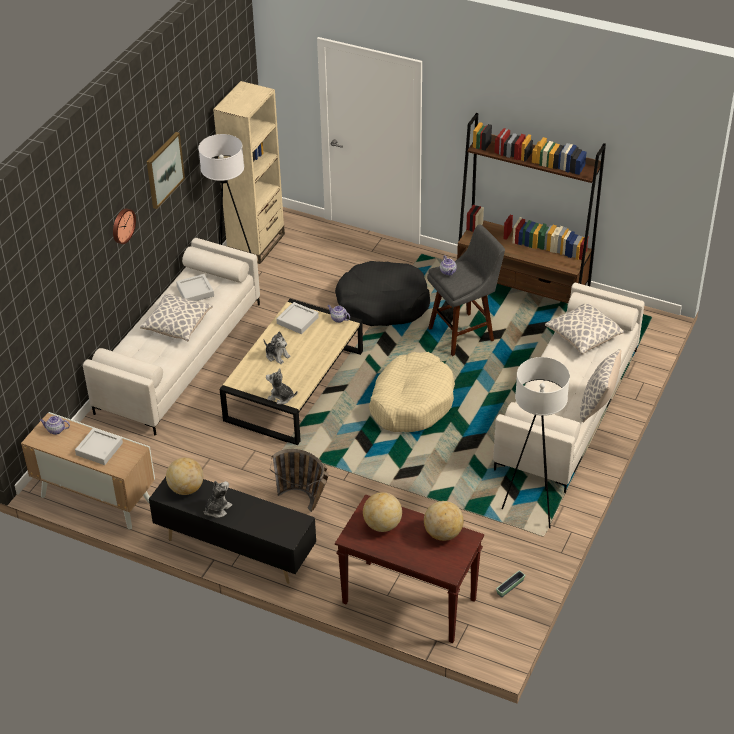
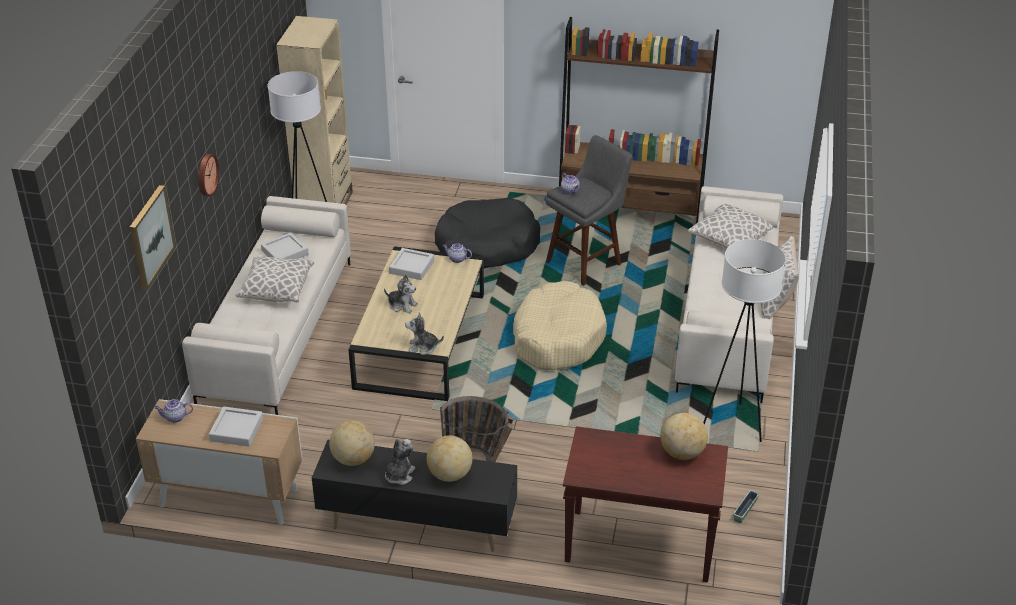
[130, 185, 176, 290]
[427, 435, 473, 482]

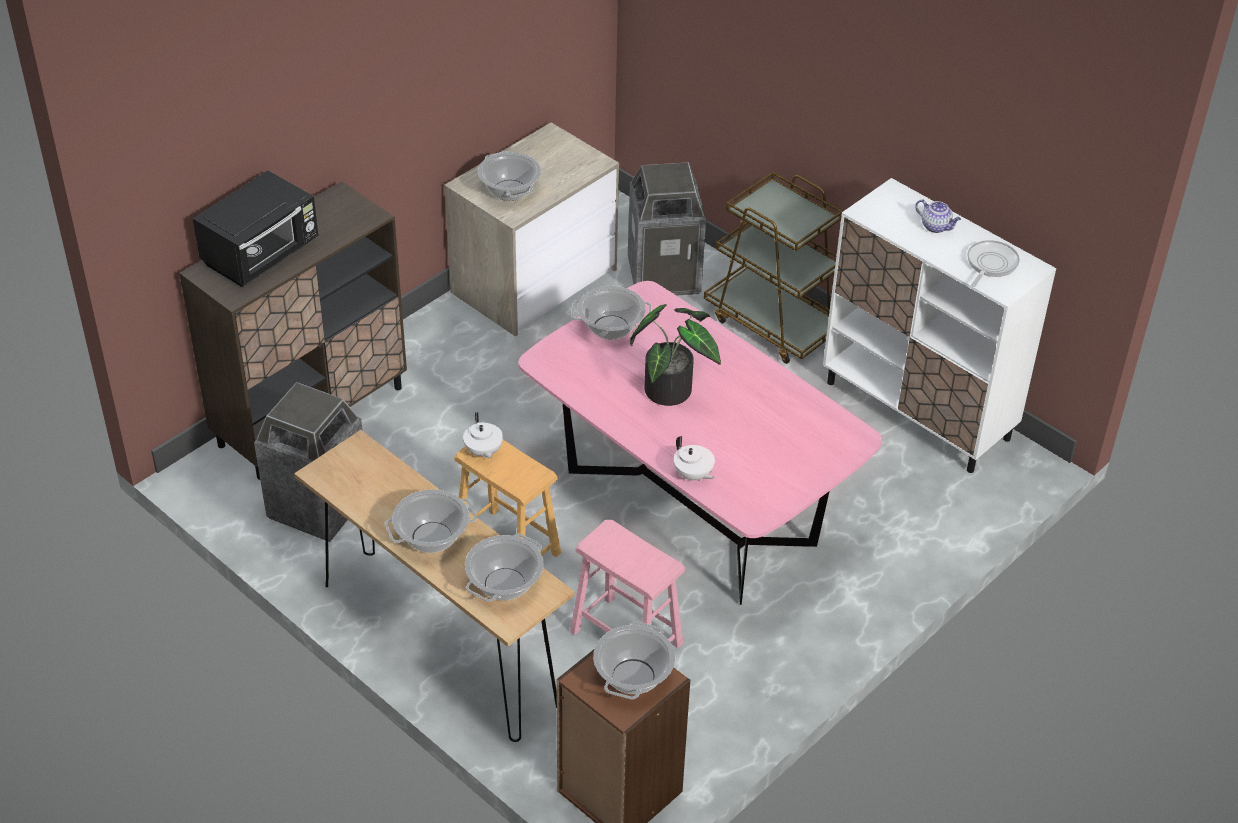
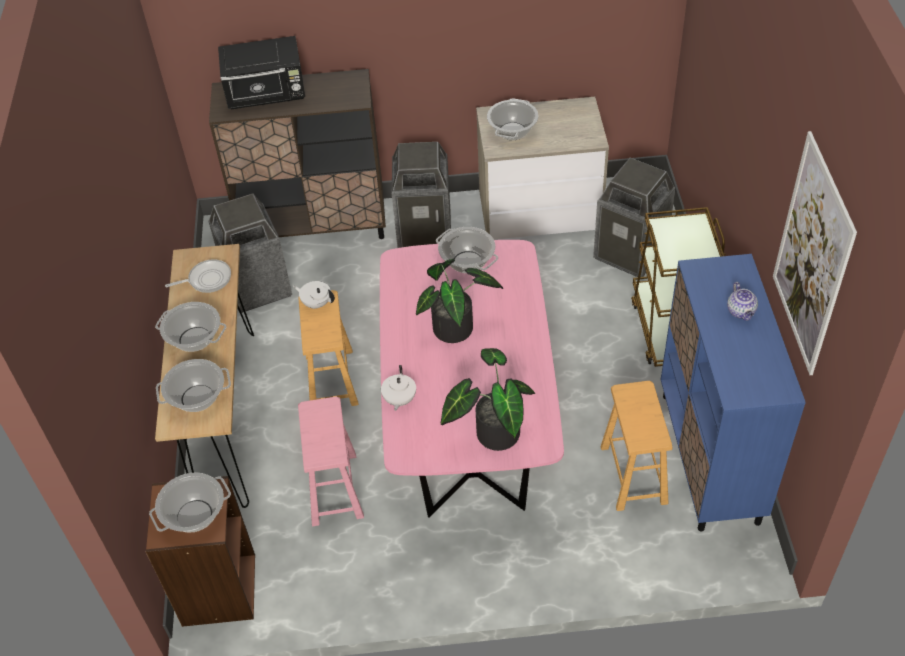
[661, 254, 806, 531]
[165, 259, 231, 293]
[293, 281, 335, 309]
[773, 131, 857, 375]
[392, 142, 451, 248]
[441, 348, 535, 451]
[601, 381, 672, 511]

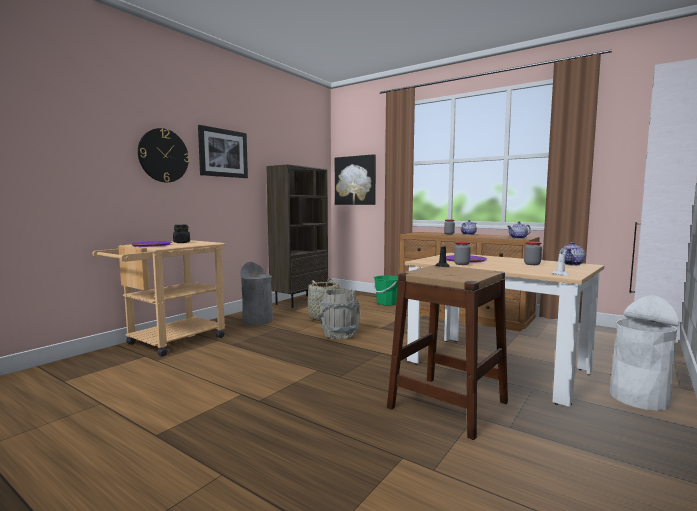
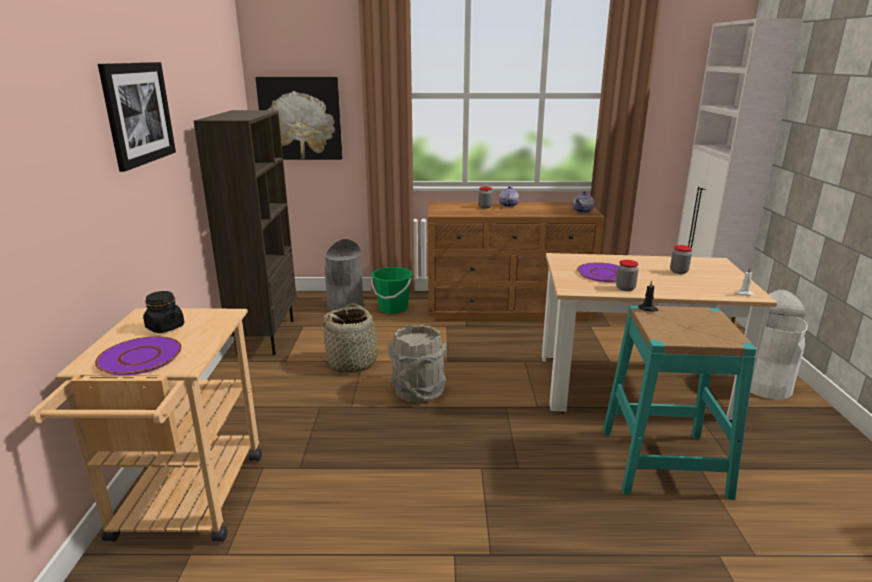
[138, 128, 189, 182] (first image)
[559, 242, 585, 266] (first image)
[325, 239, 364, 311]
[603, 306, 757, 500]

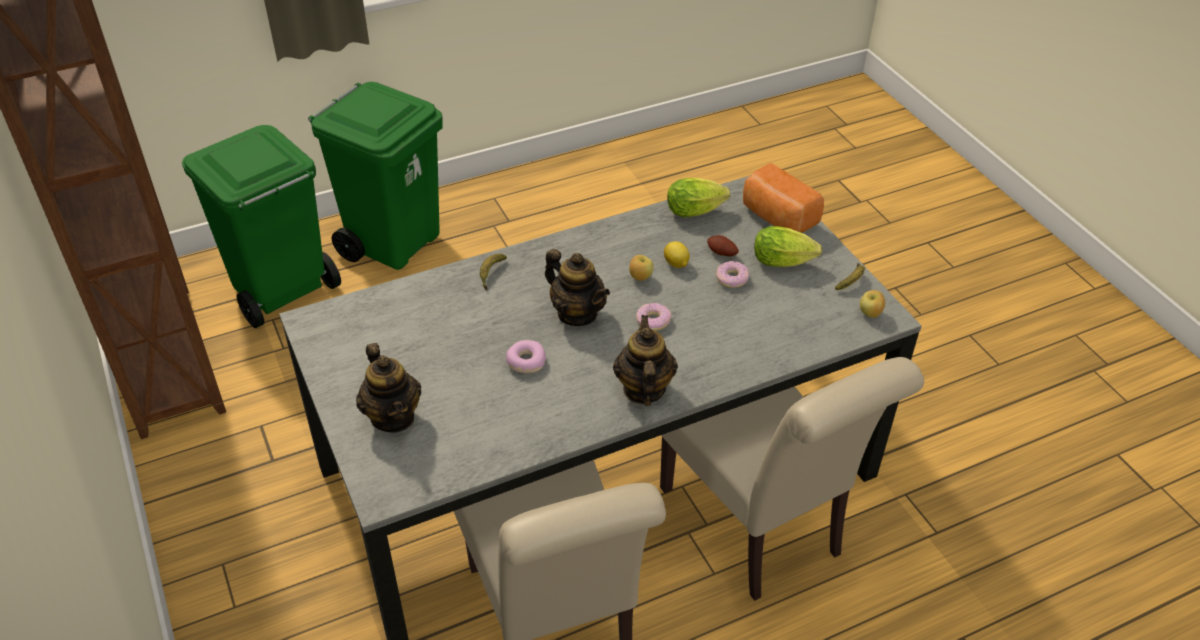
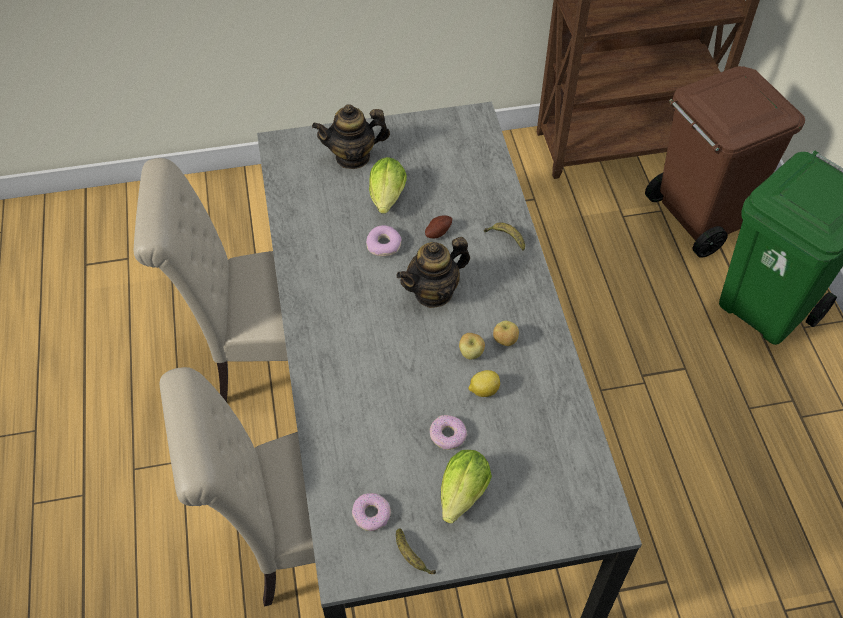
[645, 66, 805, 258]
[743, 163, 824, 233] (first image)
[369, 157, 407, 214]
[425, 216, 452, 238]
[493, 321, 519, 346]
[352, 493, 391, 531]
[613, 315, 678, 406] (first image)

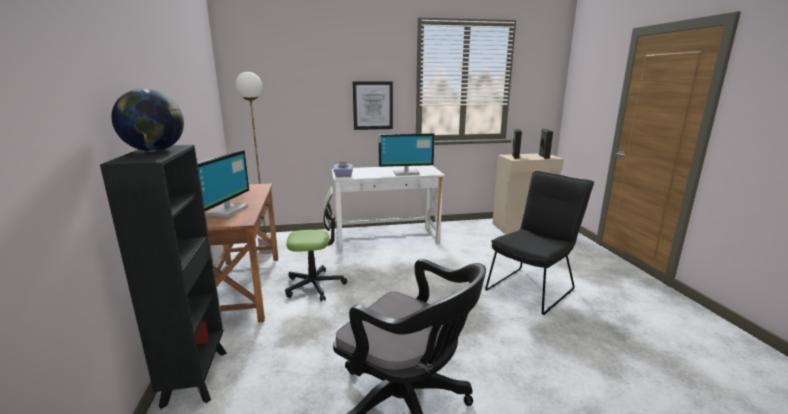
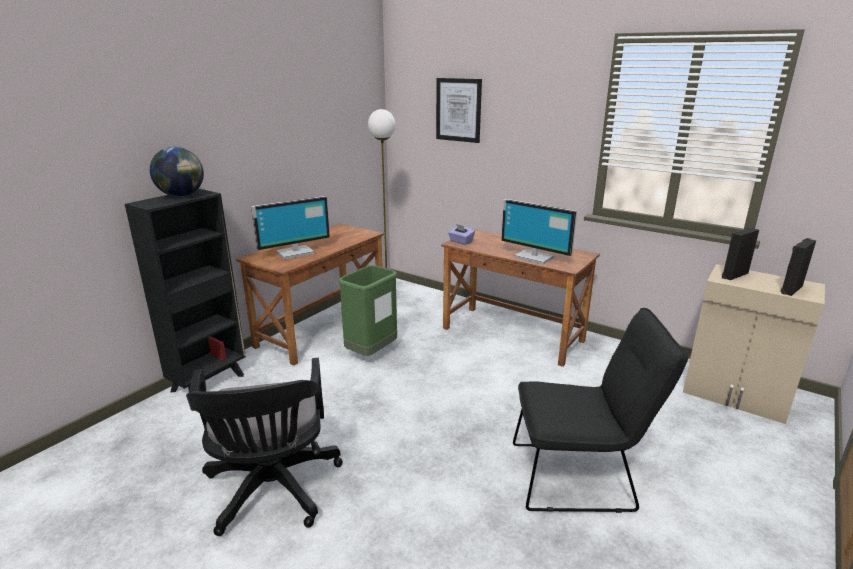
[436, 78, 482, 143]
[441, 229, 600, 367]
[338, 265, 397, 356]

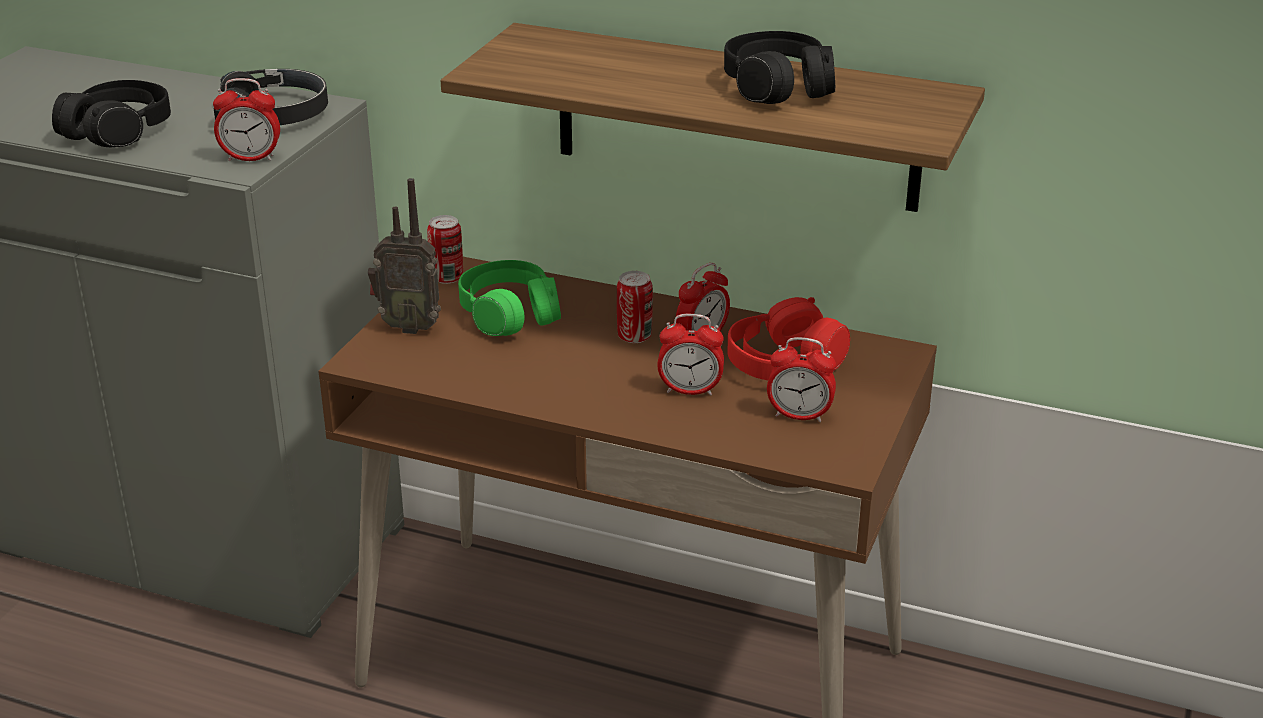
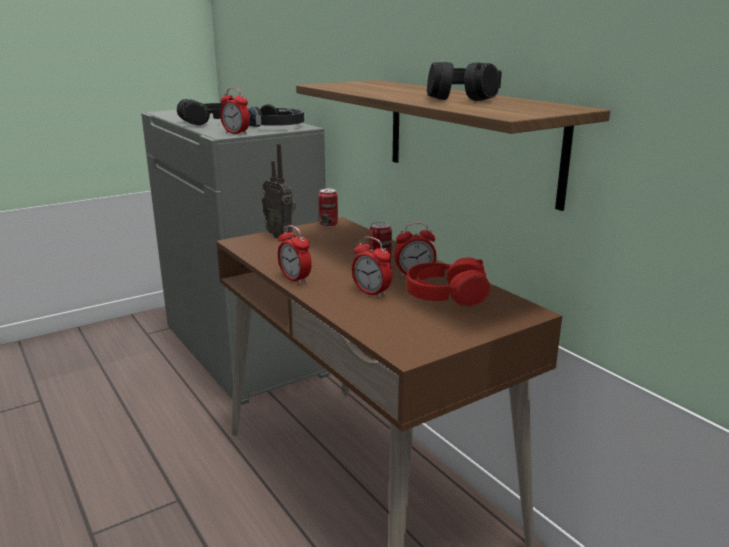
[458, 260, 561, 336] (first image)
[278, 225, 312, 284]

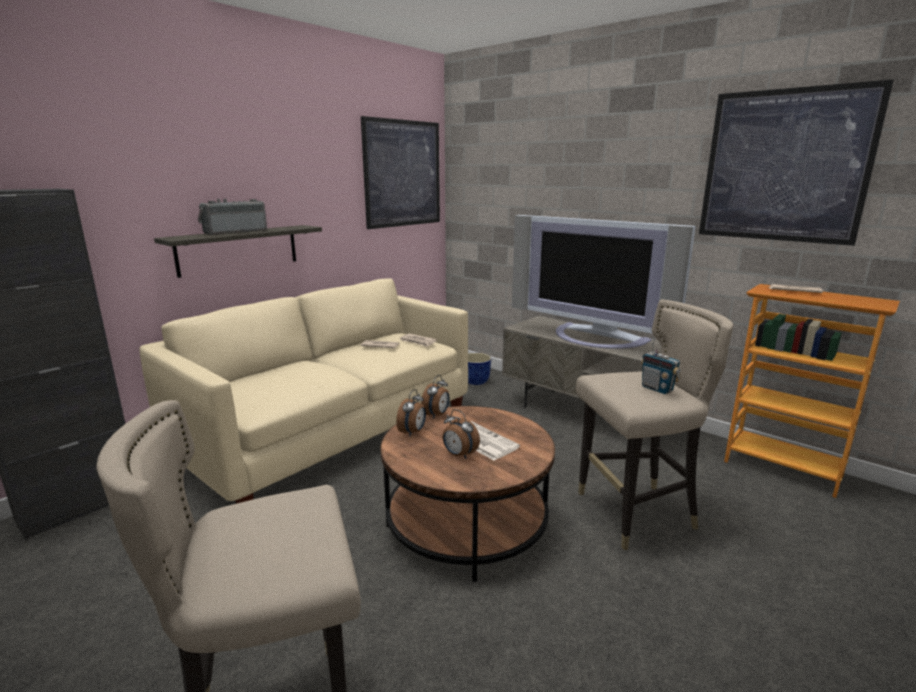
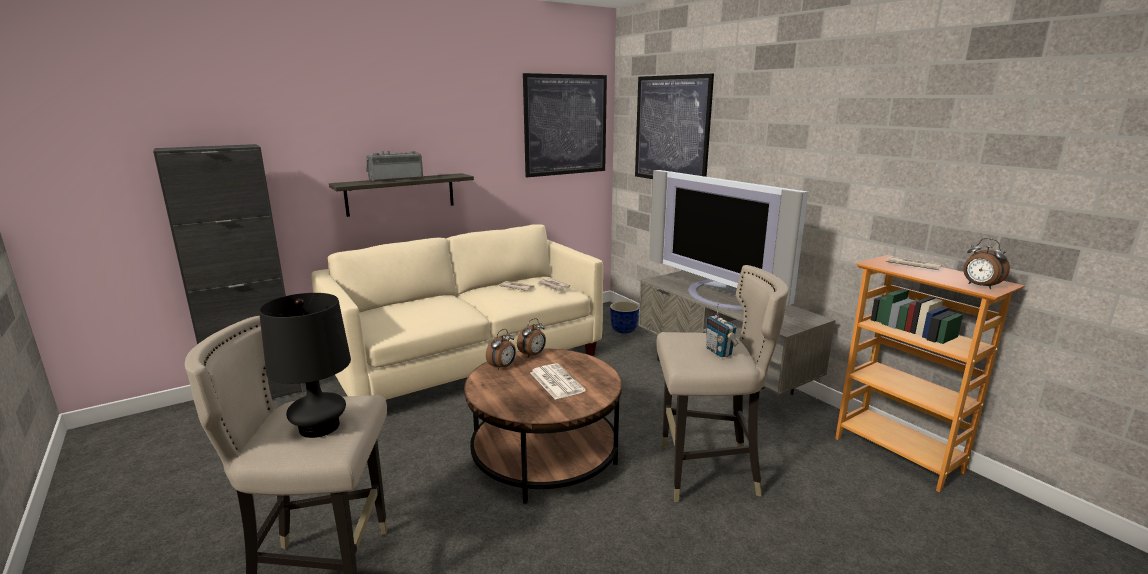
[635, 74, 714, 179]
[963, 238, 1010, 289]
[259, 293, 351, 438]

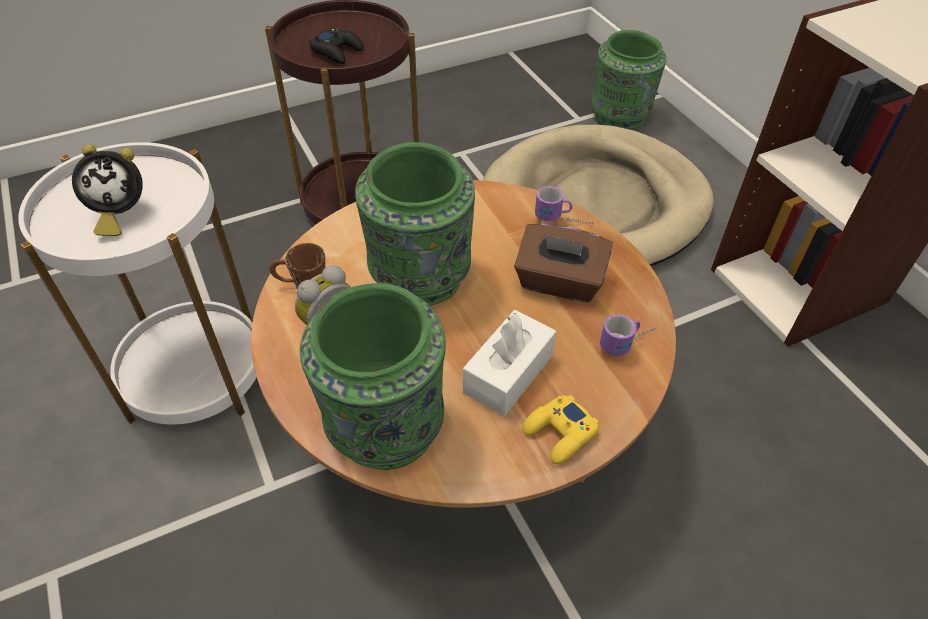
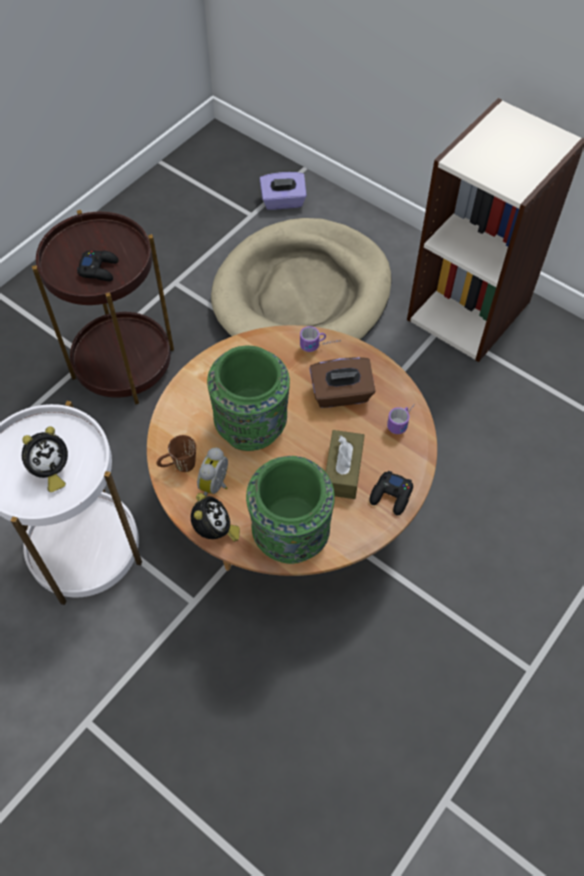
[260, 172, 307, 210]
[325, 430, 365, 499]
[370, 471, 413, 516]
[191, 493, 240, 542]

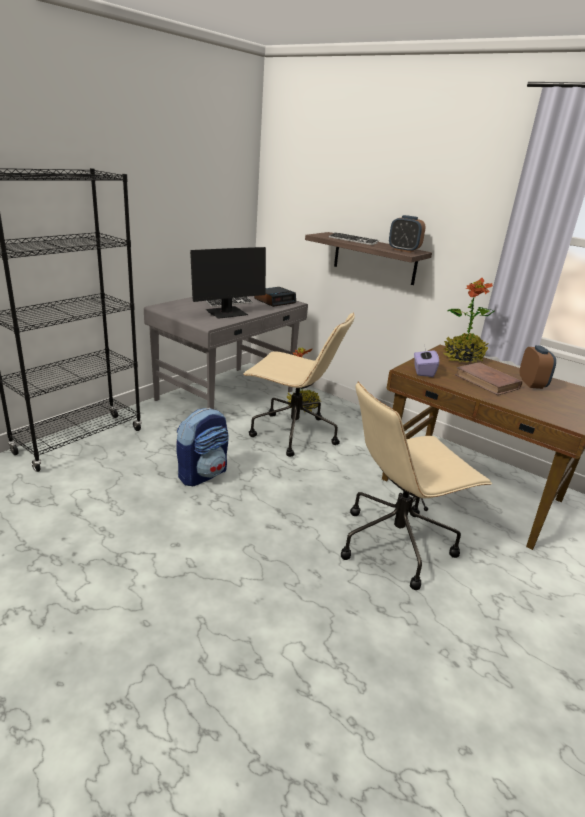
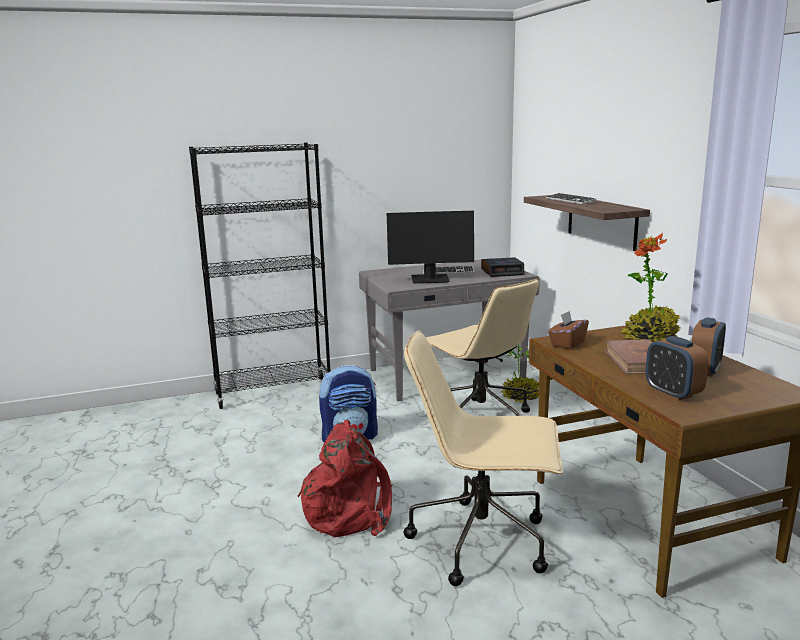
[646, 336, 708, 401]
[548, 311, 589, 349]
[298, 420, 393, 537]

